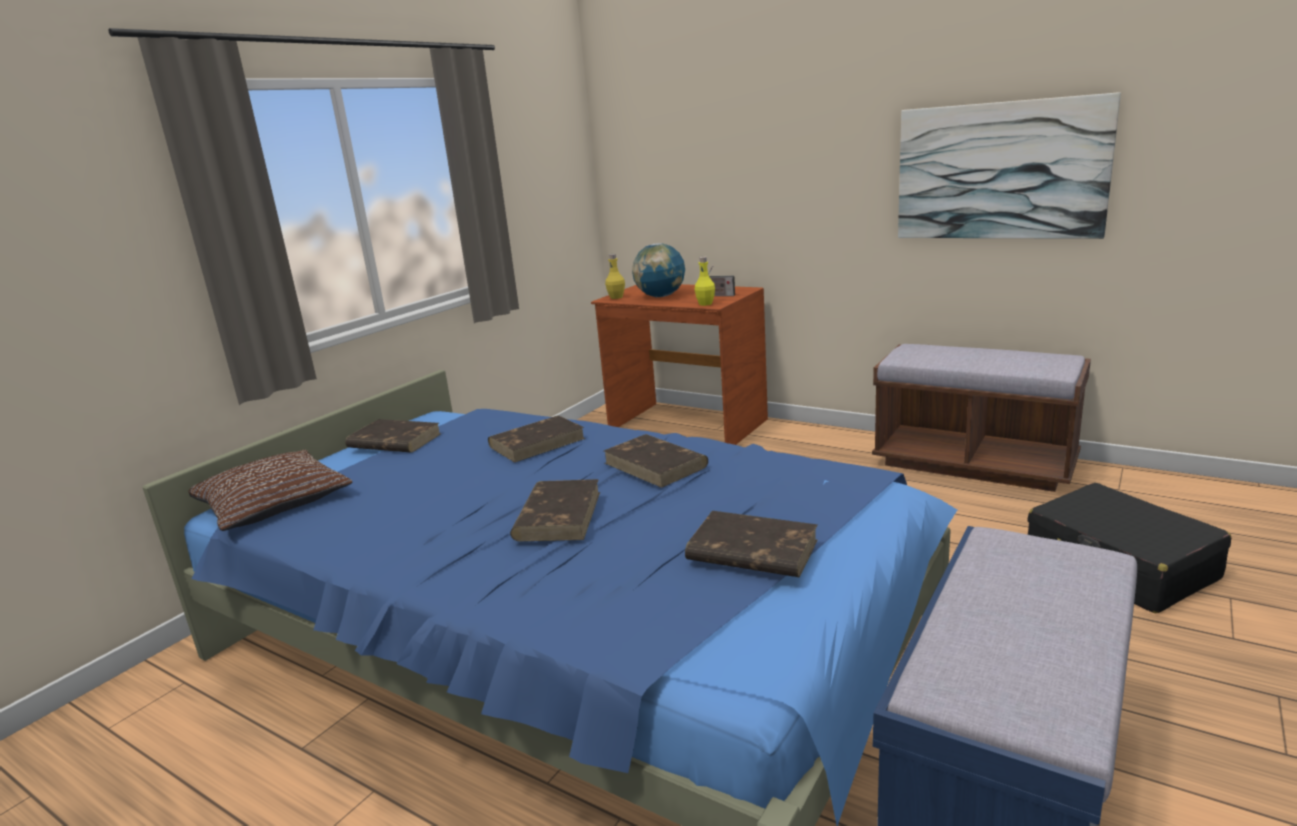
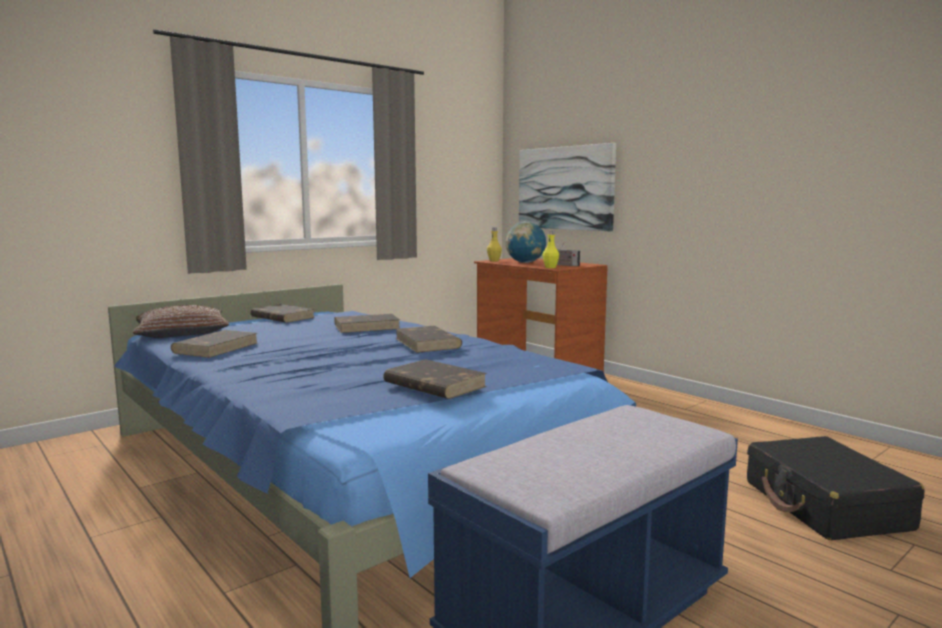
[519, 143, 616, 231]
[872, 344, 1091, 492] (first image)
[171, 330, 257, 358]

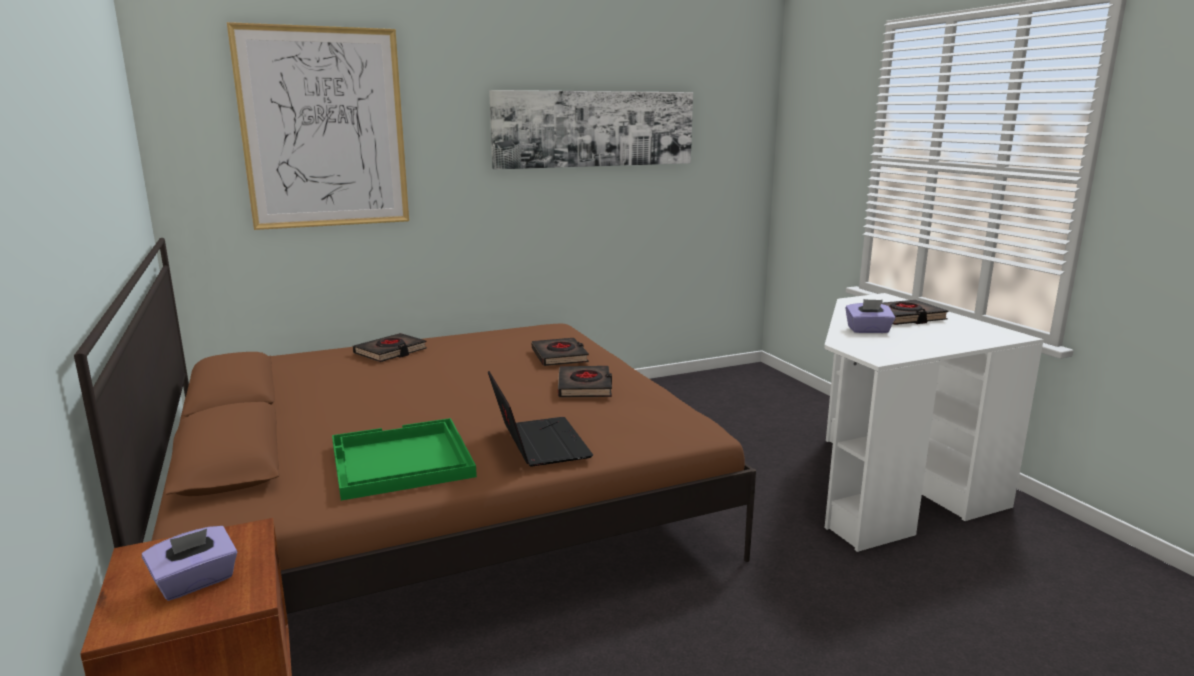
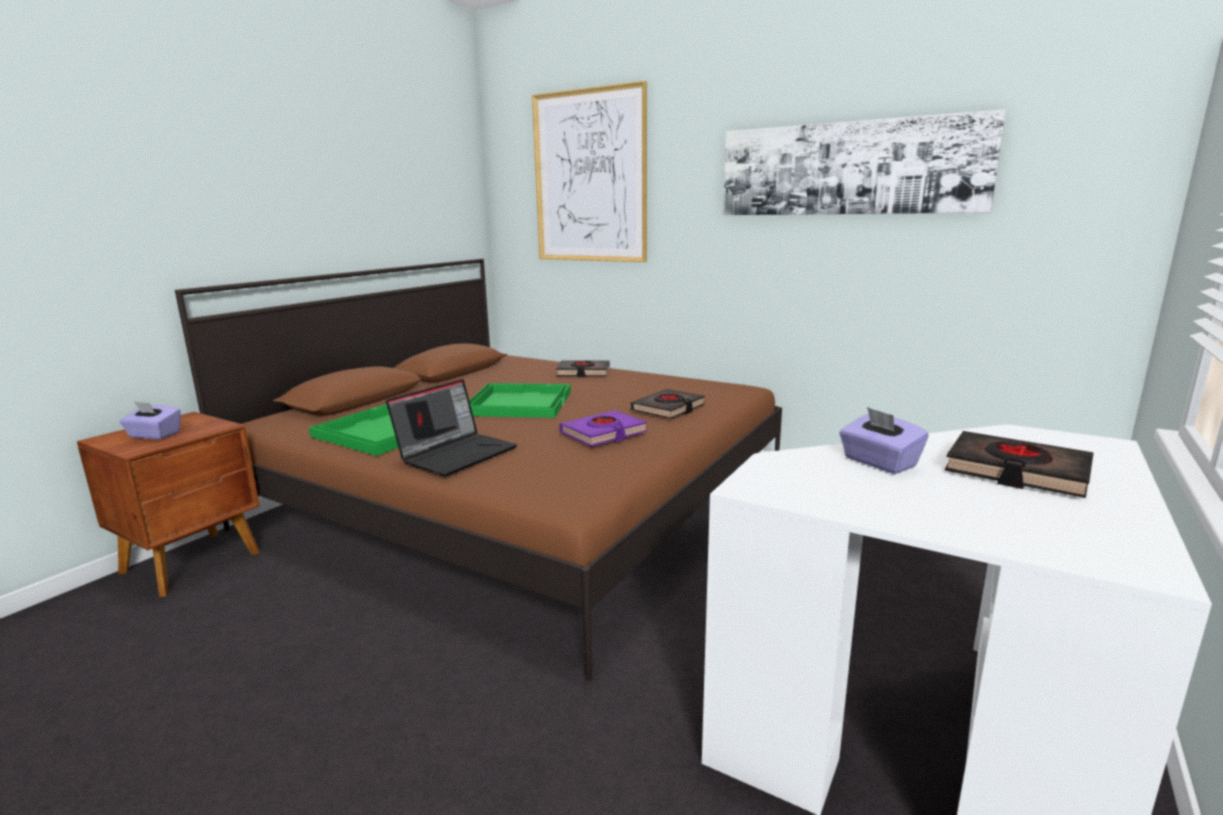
[559, 410, 648, 447]
[469, 383, 571, 418]

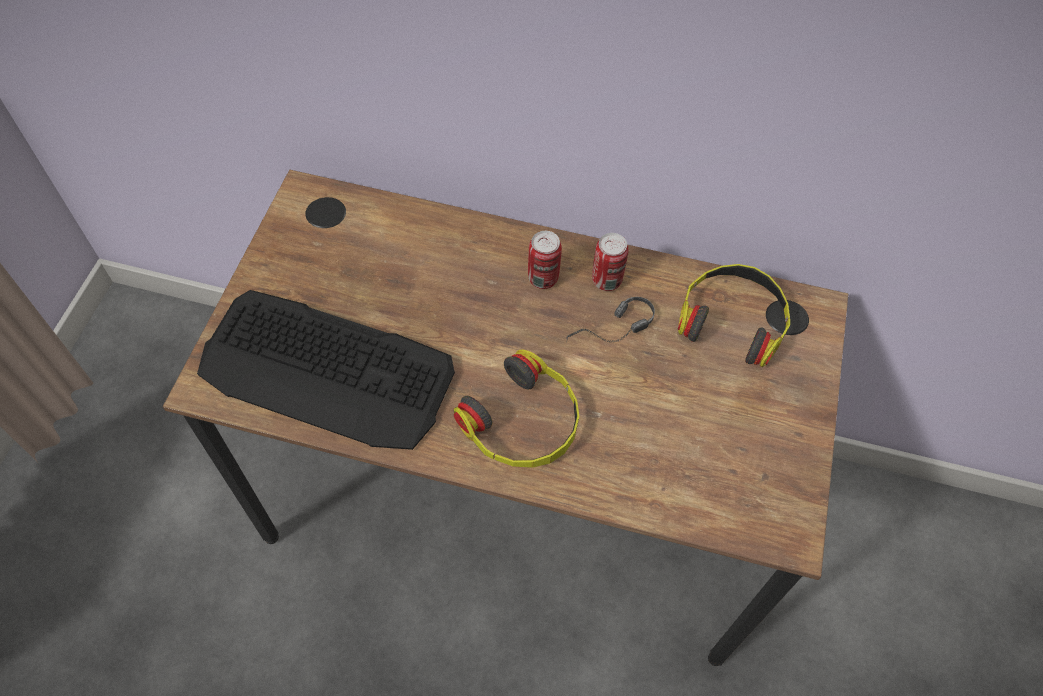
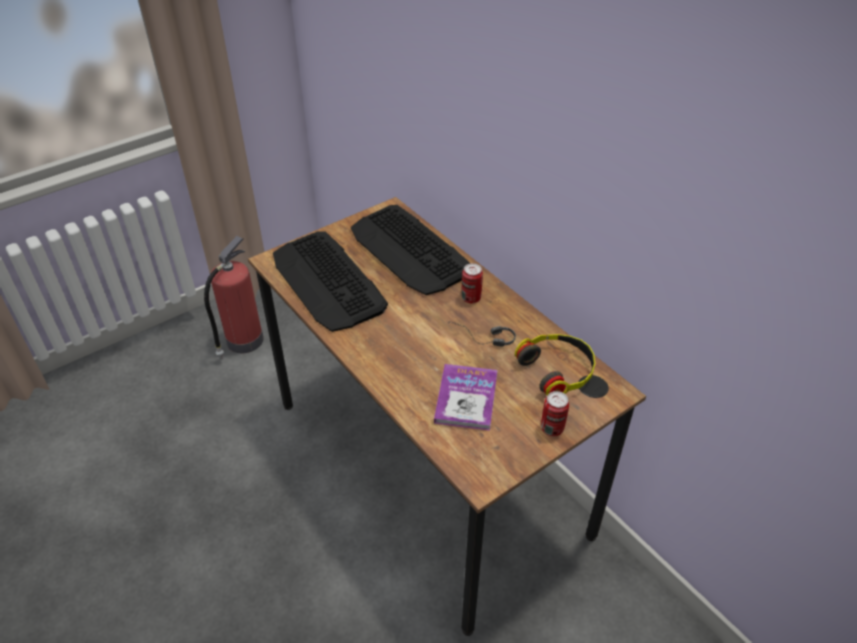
[541, 391, 569, 436]
[454, 349, 579, 468] (first image)
[351, 205, 470, 295]
[204, 236, 264, 359]
[434, 364, 497, 431]

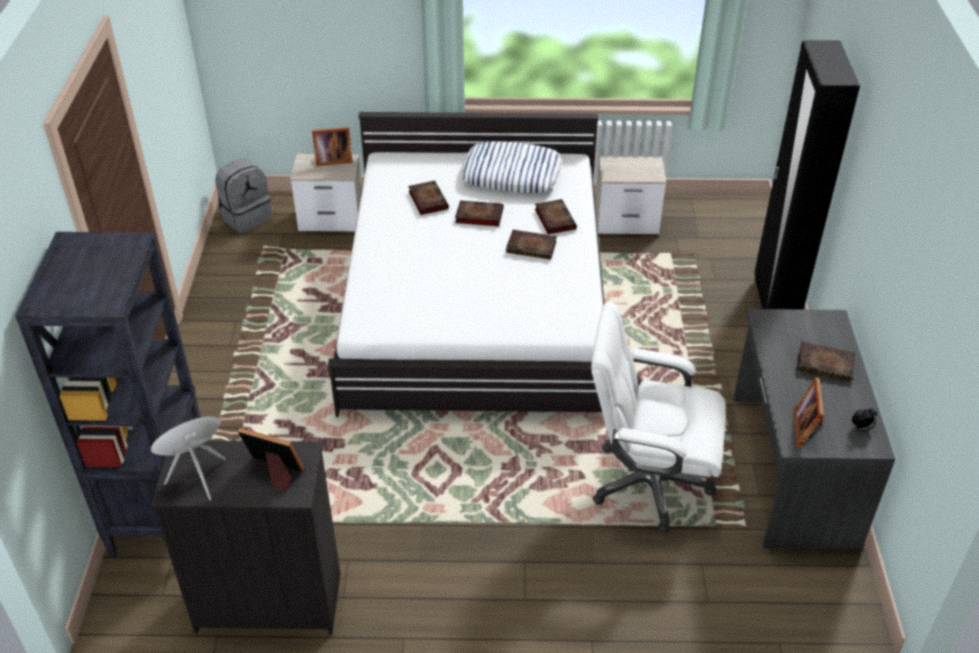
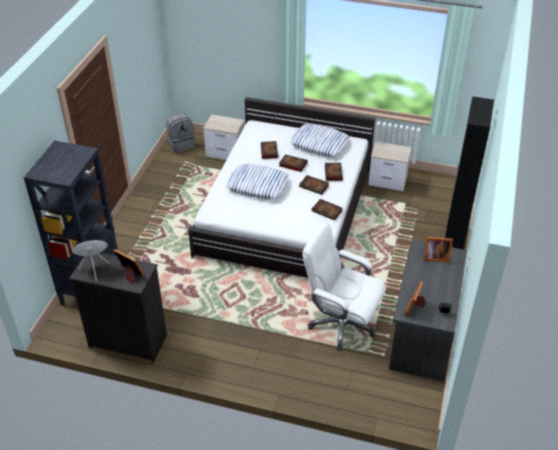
[424, 237, 453, 262]
[312, 199, 343, 221]
[227, 164, 289, 200]

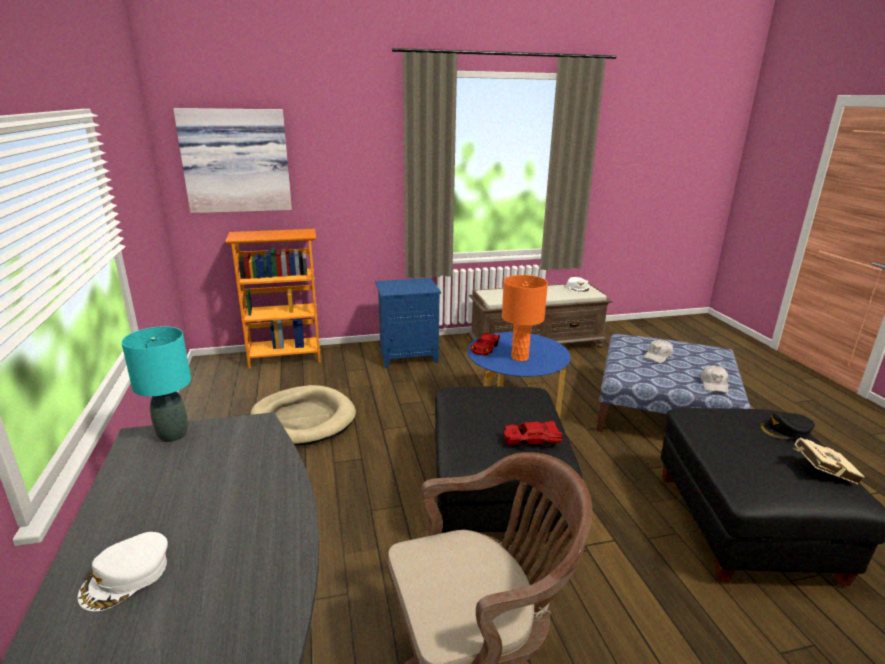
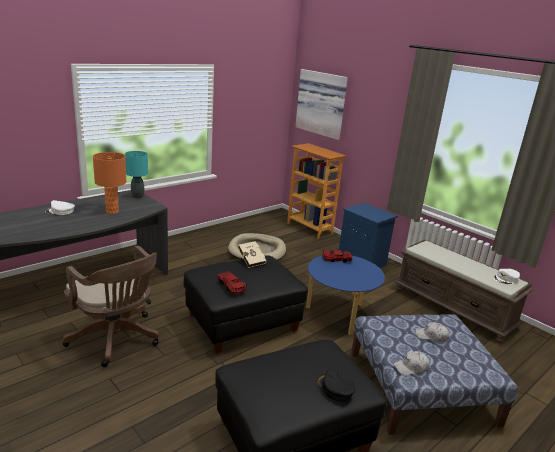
[93, 152, 127, 214]
[238, 241, 267, 268]

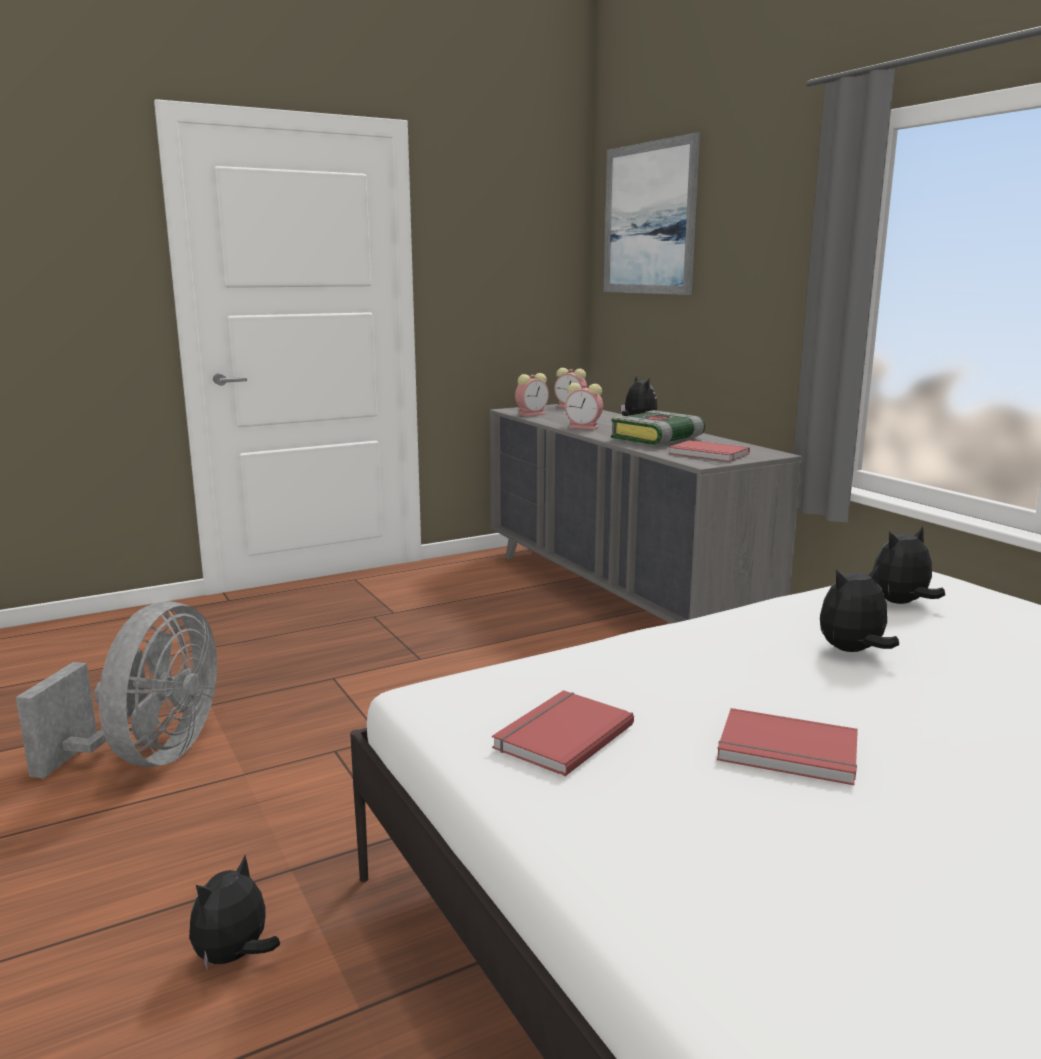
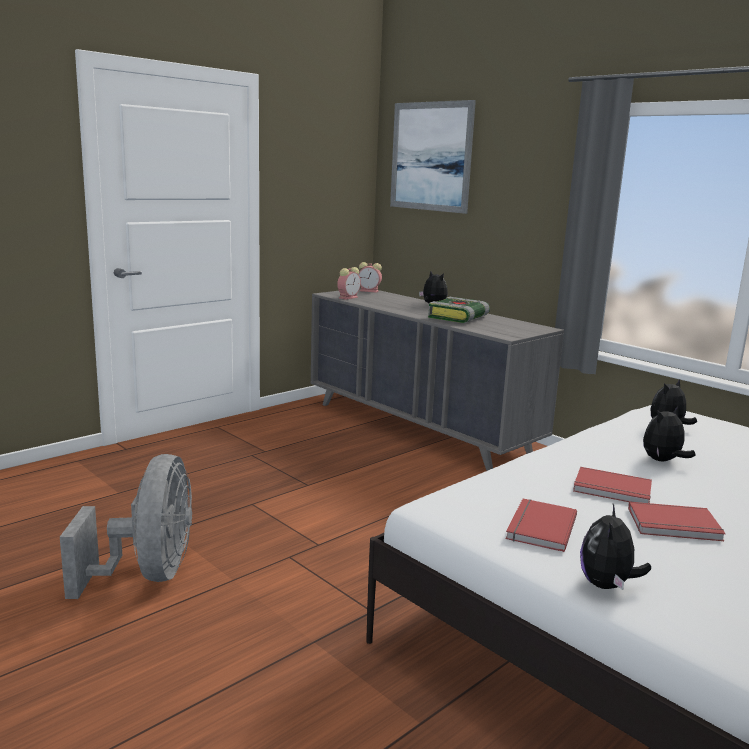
[565, 383, 603, 430] (first image)
[573, 467, 652, 503]
[580, 504, 651, 590]

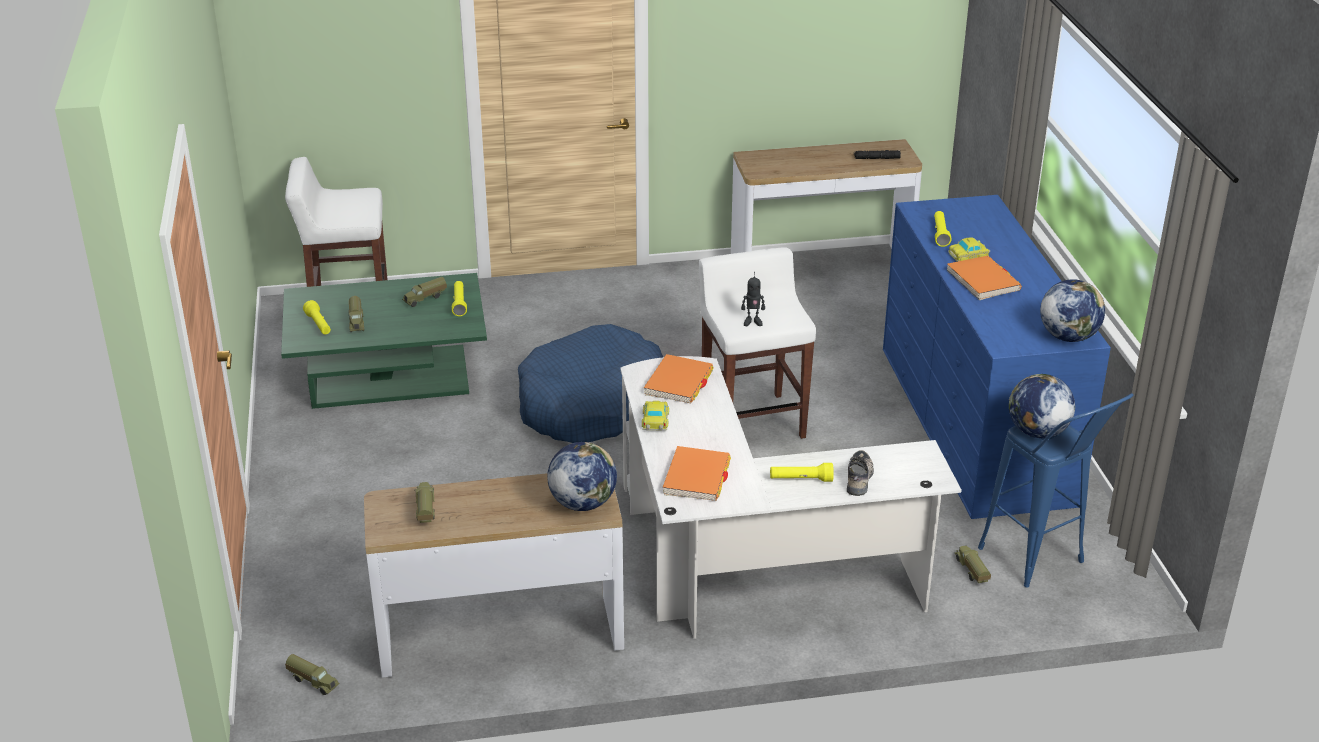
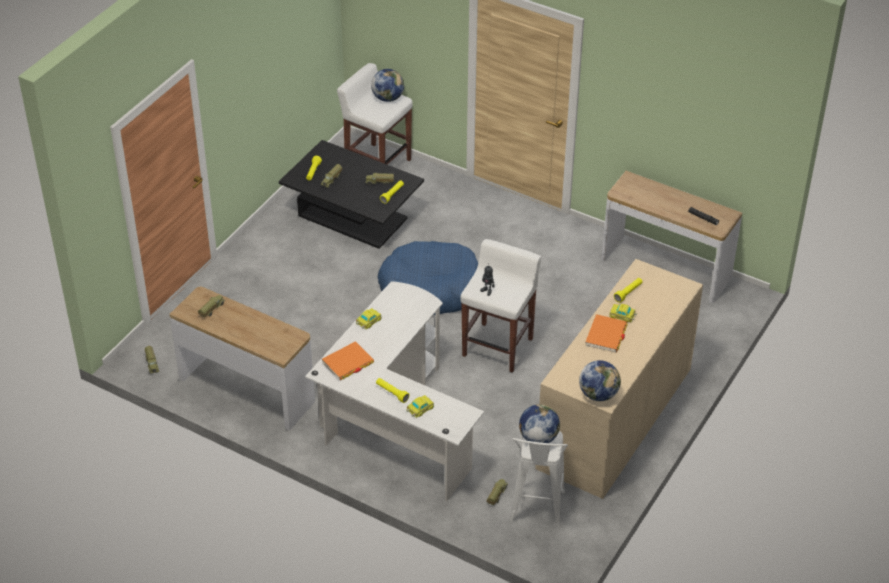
[535, 259, 703, 499]
[279, 140, 424, 249]
[644, 354, 713, 403] (first image)
[511, 431, 568, 527]
[371, 69, 404, 102]
[406, 395, 434, 418]

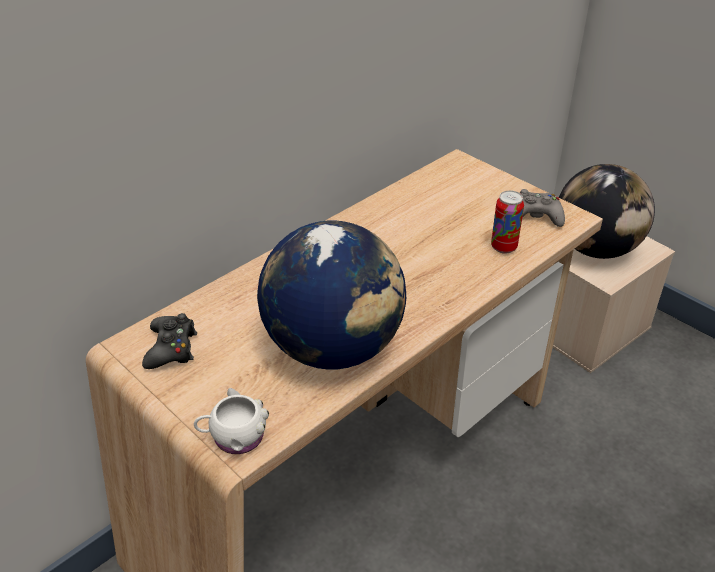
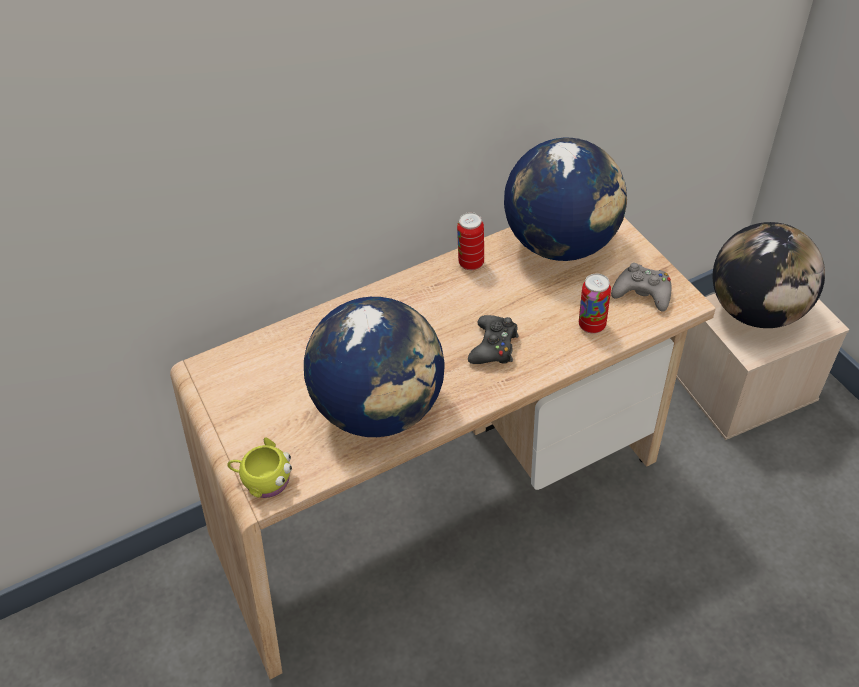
[468, 315, 519, 364]
[227, 437, 292, 498]
[504, 138, 627, 261]
[457, 212, 484, 270]

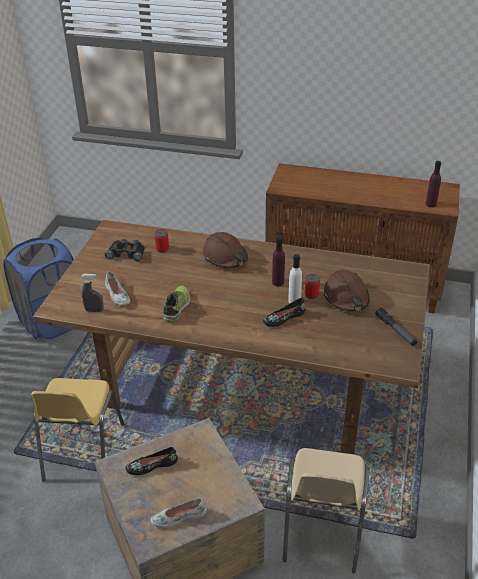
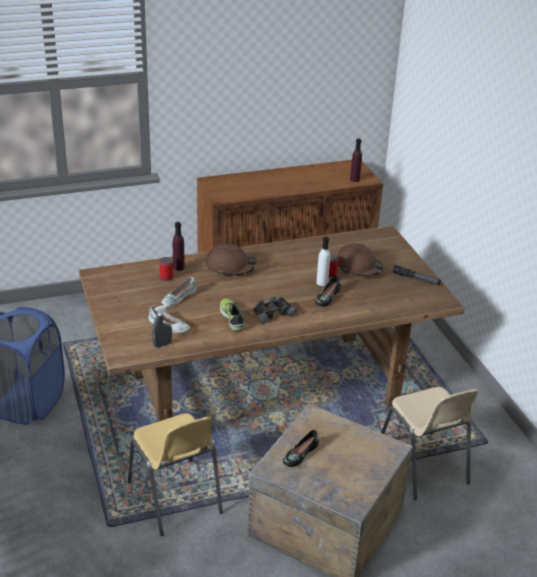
[173, 222, 185, 271]
[253, 297, 297, 323]
[161, 277, 197, 306]

